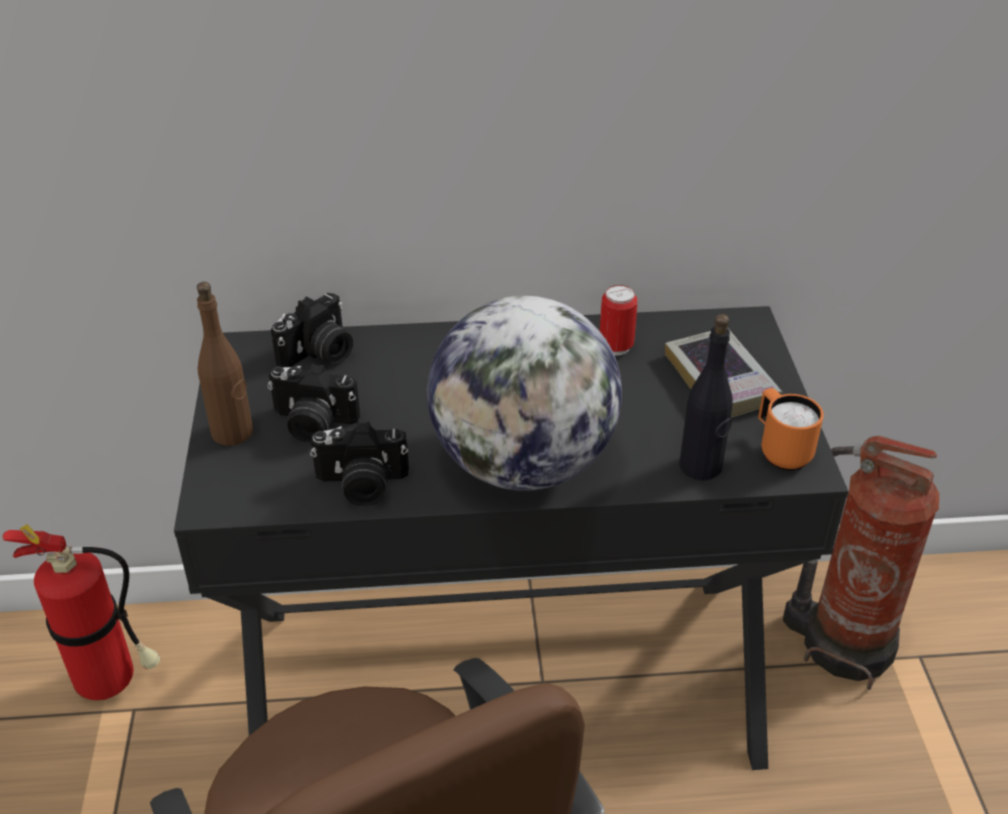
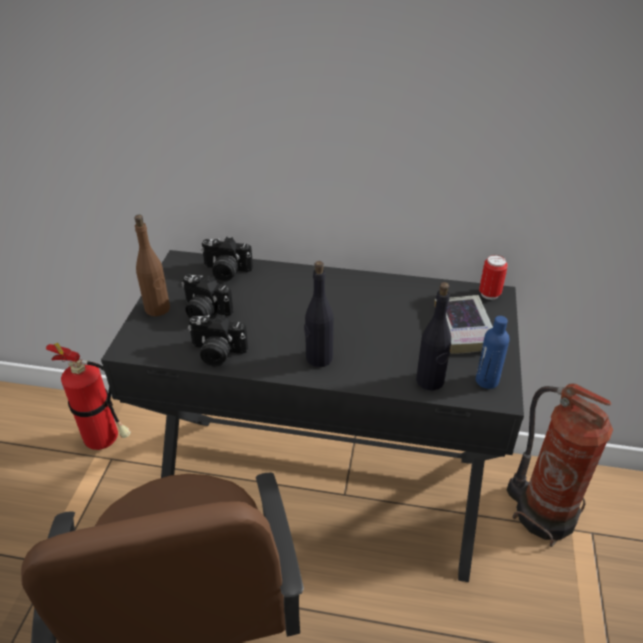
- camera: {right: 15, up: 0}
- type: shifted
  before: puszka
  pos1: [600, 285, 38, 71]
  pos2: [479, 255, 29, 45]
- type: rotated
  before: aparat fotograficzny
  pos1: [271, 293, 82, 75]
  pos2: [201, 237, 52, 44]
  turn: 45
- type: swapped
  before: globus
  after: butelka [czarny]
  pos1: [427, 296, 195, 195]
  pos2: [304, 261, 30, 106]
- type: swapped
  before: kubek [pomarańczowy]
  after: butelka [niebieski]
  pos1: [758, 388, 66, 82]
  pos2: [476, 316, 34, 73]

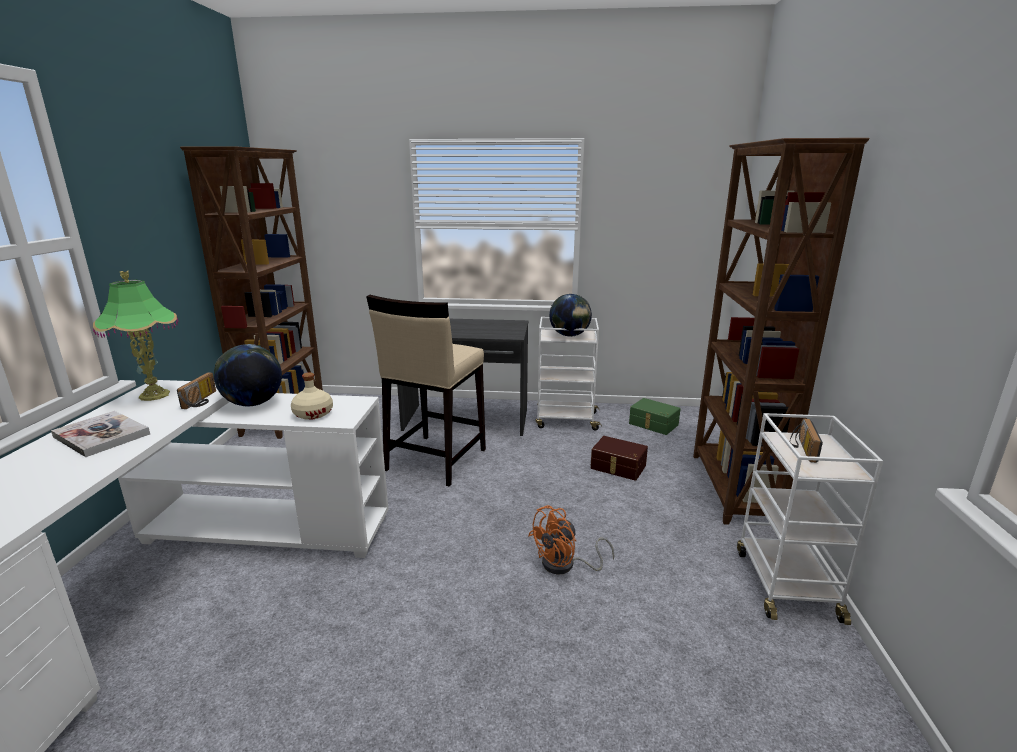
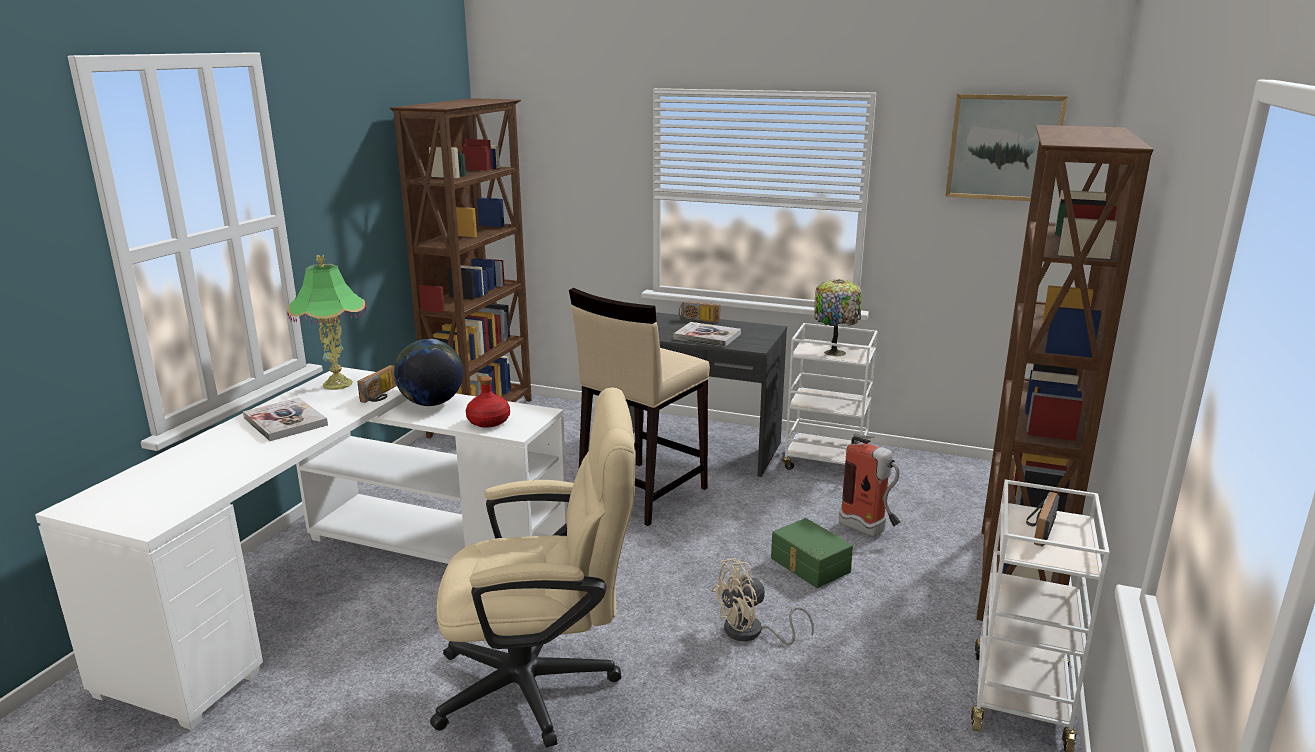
- camera: {right: 15, up: 0}
- type: swapped
  before: globus
  after: lampa stołowa
  pos1: [549, 294, 43, 43]
  pos2: [814, 279, 48, 77]
- type: repainted
  before: butelka [beżowy]
  after: butelka [czerwony]
  pos1: [291, 372, 42, 48]
  pos2: [466, 376, 44, 52]
- type: shifted
  before: pojemnik do przechowywania [zielony]
  pos1: [629, 398, 52, 37]
  pos2: [771, 518, 82, 70]
- type: swapped
  before: pojemnik do przechowywania [brązowy]
  after: gaśnica
  pos1: [590, 436, 58, 45]
  pos2: [839, 433, 62, 104]
- type: repainted
  before: wentylator [pomarańczowy]
  after: wentylator [beżowy]
  pos1: [528, 505, 86, 70]
  pos2: [711, 558, 103, 87]
- type: new
  after: obraz
  pos2: [945, 94, 123, 107]
- type: new
  after: radio
  pos2: [679, 301, 41, 22]
- type: new
  after: książka
  pos2: [673, 322, 68, 25]
- type: new
  after: krzesło biurowe [beżowy]
  pos2: [430, 387, 205, 361]

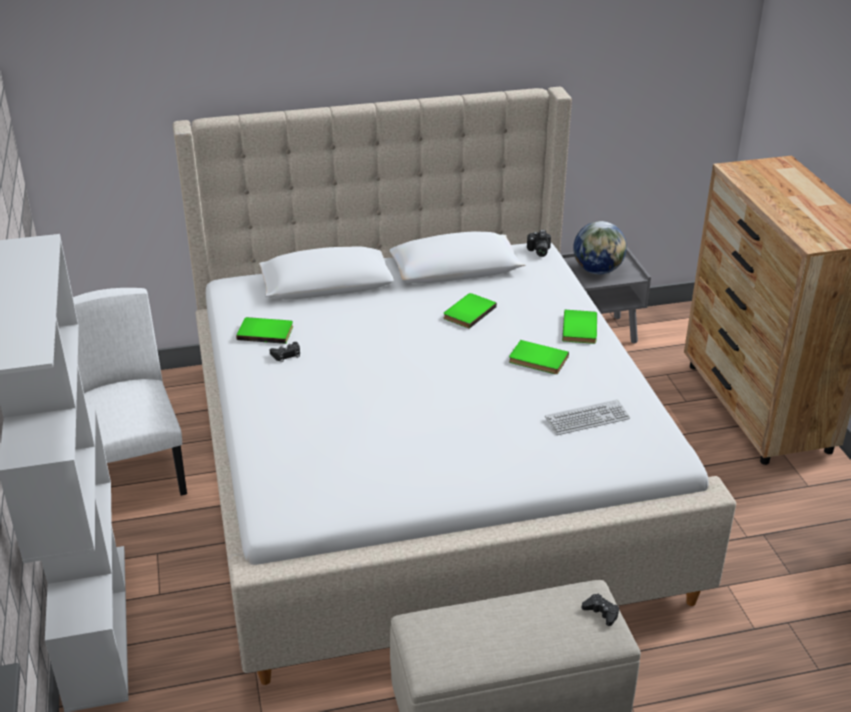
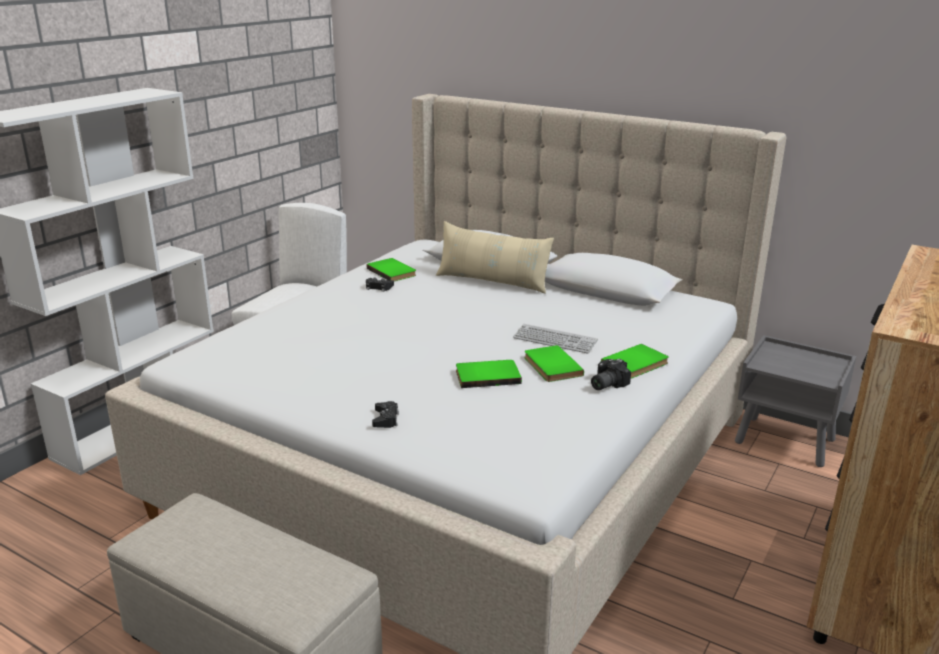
- camera: {right: 45, up: -10}
- type: gone
  before: globus
  pos1: [573, 221, 54, 53]
- type: shifted
  before: aparat fotograficzny
  pos1: [527, 230, 24, 27]
  pos2: [591, 359, 40, 31]
- type: shifted
  before: książka [zielony]
  pos1: [443, 293, 54, 36]
  pos2: [456, 360, 66, 28]
- type: shifted
  before: klawiatura
  pos1: [545, 399, 85, 36]
  pos2: [513, 324, 85, 30]
- type: shifted
  before: pad do gier [czarny]
  pos1: [582, 594, 37, 32]
  pos2: [372, 401, 27, 27]
- type: new
  after: poduszka [beżowy]
  pos2: [436, 221, 118, 73]

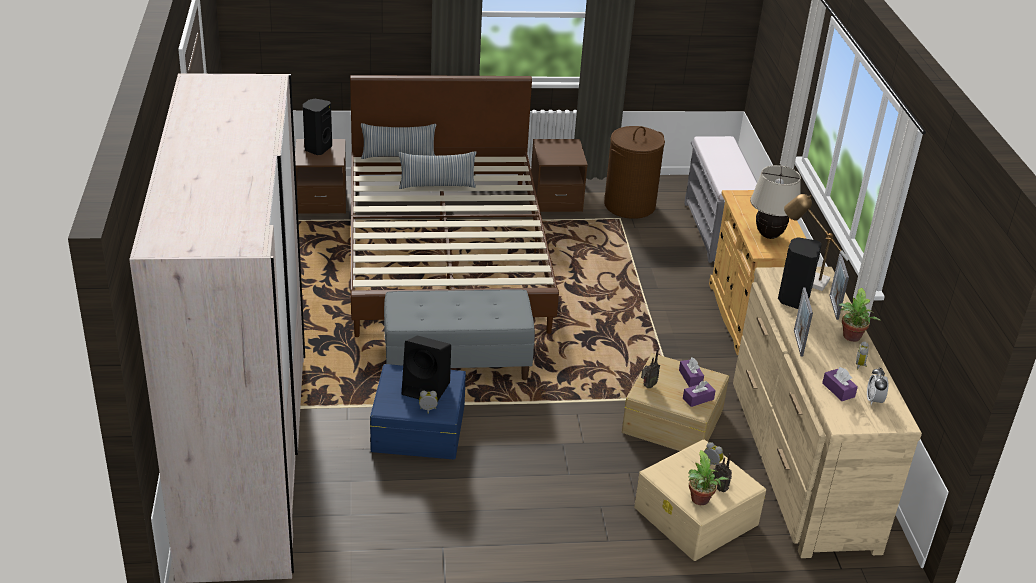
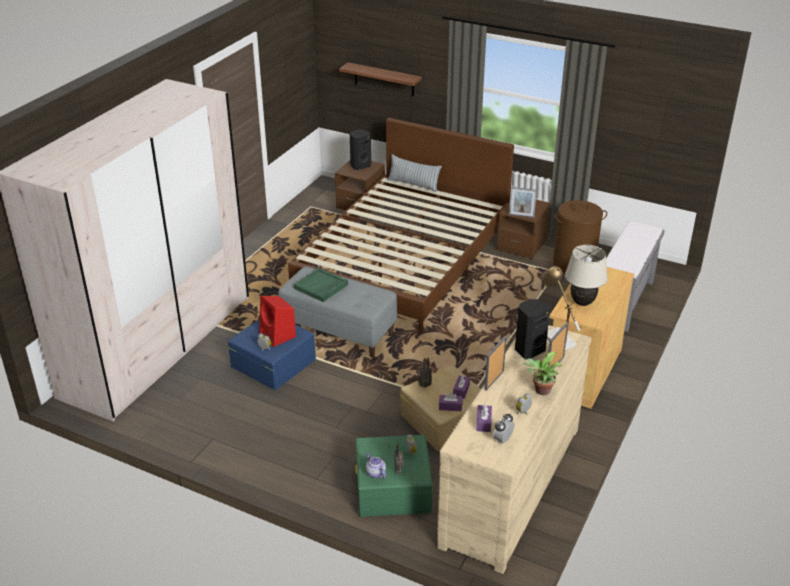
- camera: {right: 35, up: 0}
- type: gone
  before: poduszka
  pos1: [398, 151, 78, 38]
- type: repainted
  before: głośnik [czarny]
  after: głośnik [czerwony]
  pos1: [402, 335, 49, 66]
  pos2: [259, 296, 37, 51]
- type: repainted
  before: pojemnik do przechowywania [beżowy]
  after: pojemnik do przechowywania [zielony]
  pos1: [634, 440, 132, 121]
  pos2: [355, 435, 78, 82]
- type: swapped
  before: roślina doniczkowa
  after: imbryk
  pos1: [688, 450, 41, 55]
  pos2: [366, 453, 20, 26]
- type: new
  after: półka
  pos2: [339, 62, 83, 34]
- type: new
  after: ramka na zdjęcie
  pos2: [509, 187, 28, 31]
- type: new
  after: taca [zielony]
  pos2: [294, 268, 54, 34]

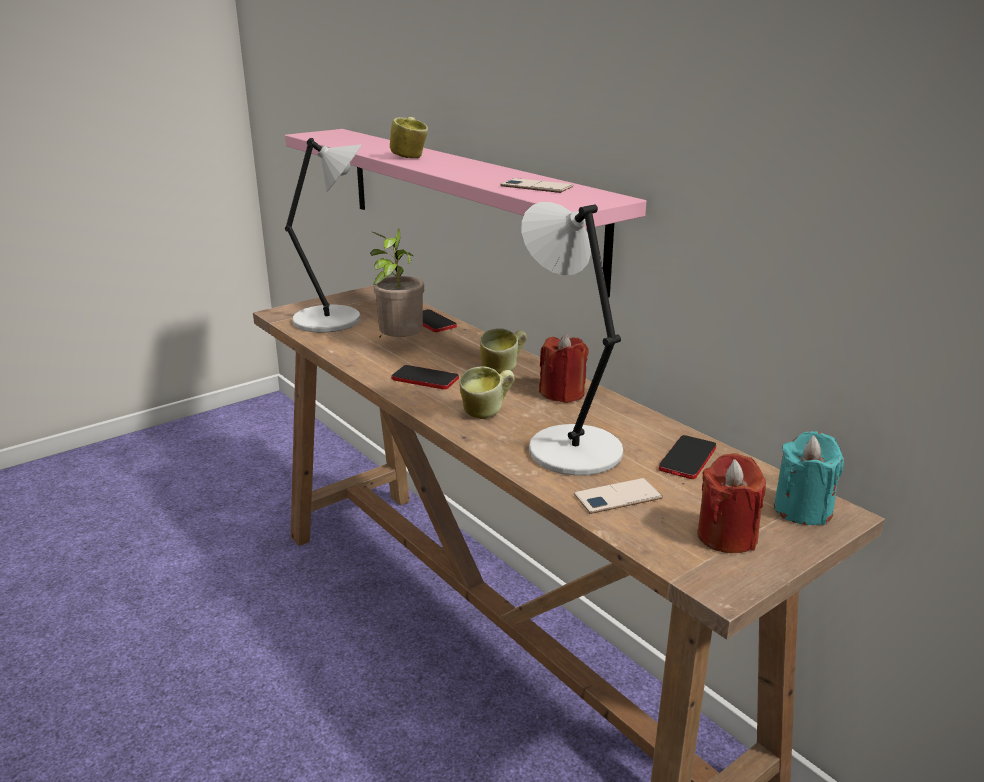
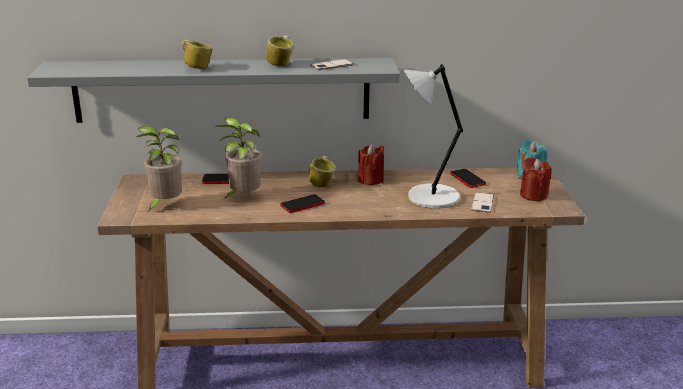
- camera: {right: -55, up: 0}
- type: repainted
  before: półka [różowy]
  after: półka [szary]
  pos1: [285, 129, 361, 169]
  pos2: [27, 58, 373, 65]
- type: swapped
  before: lampa stołowa [szary]
  after: roślina doniczkowa
  pos1: [285, 138, 76, 195]
  pos2: [136, 126, 46, 85]
- type: shifted
  before: kubek
  pos1: [459, 367, 56, 52]
  pos2: [266, 35, 27, 31]

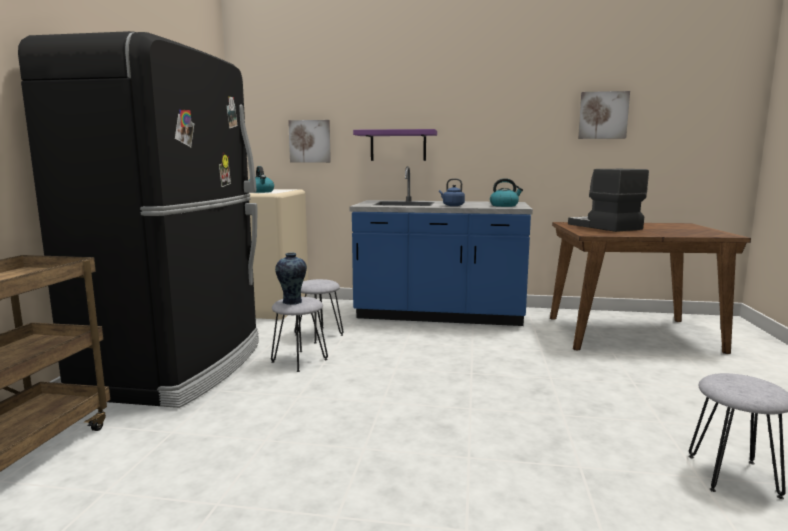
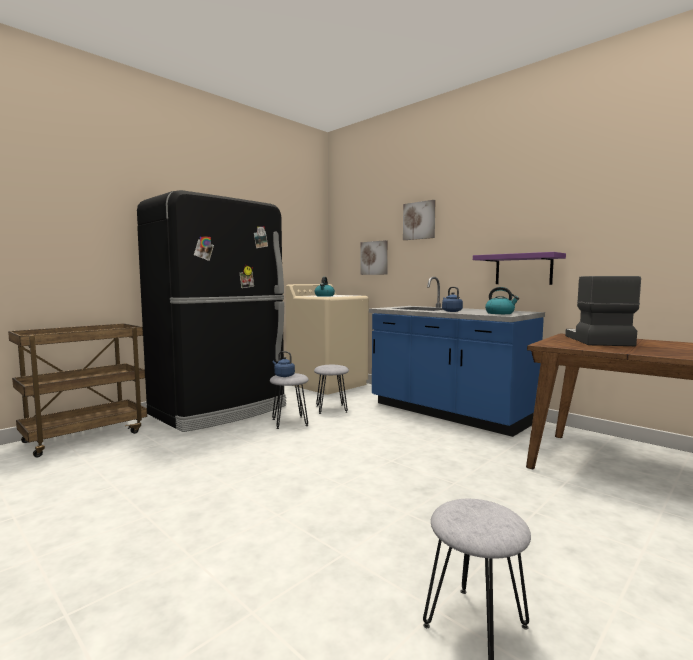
- camera: {right: 35, up: -5}
- type: shifted
  before: obraz
  pos1: [578, 91, 52, 48]
  pos2: [403, 200, 33, 40]
- type: shifted
  before: półka [fioletowy]
  pos1: [353, 129, 84, 32]
  pos2: [473, 252, 93, 33]
- type: swapped
  before: wazon
  after: czajnik [niebieski]
  pos1: [275, 253, 32, 52]
  pos2: [273, 351, 22, 26]

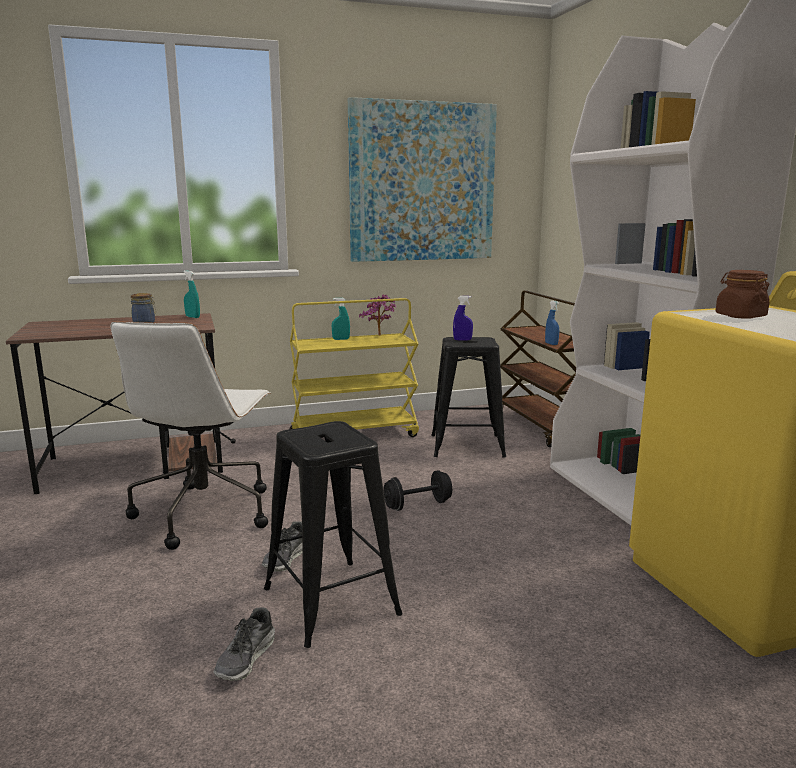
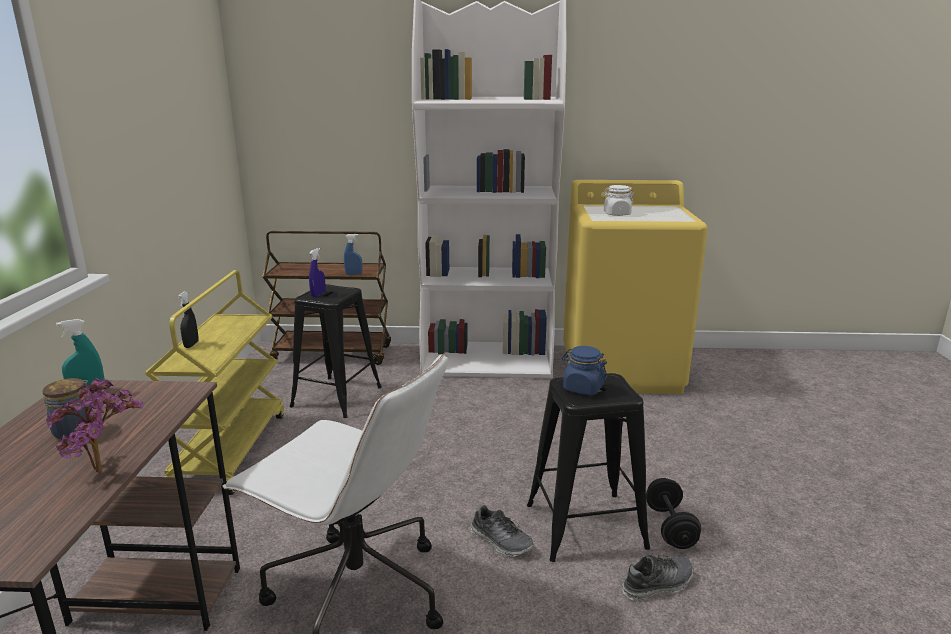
- camera: {right: -70, up: 5}
- type: gone
  before: obraz
  pos1: [348, 97, 149, 165]
- type: repainted
  before: słoik [brązowy]
  after: słoik [biały]
  pos1: [716, 270, 54, 49]
  pos2: [602, 185, 32, 31]
- type: shifted
  before: roślina doniczkowa
  pos1: [359, 294, 37, 42]
  pos2: [46, 378, 98, 94]
- type: repainted
  before: spryskiwacz [turkusowy]
  after: spryskiwacz [czarny]
  pos1: [332, 298, 18, 42]
  pos2: [178, 291, 21, 57]
- type: shifted
  before: hantel [czarny]
  pos1: [383, 470, 69, 41]
  pos2: [646, 478, 55, 71]
- type: rotated
  before: but
  pos1: [214, 608, 61, 73]
  pos2: [623, 555, 70, 46]
  turn: -60
- type: new
  after: słoik [niebieski]
  pos2: [562, 346, 45, 49]

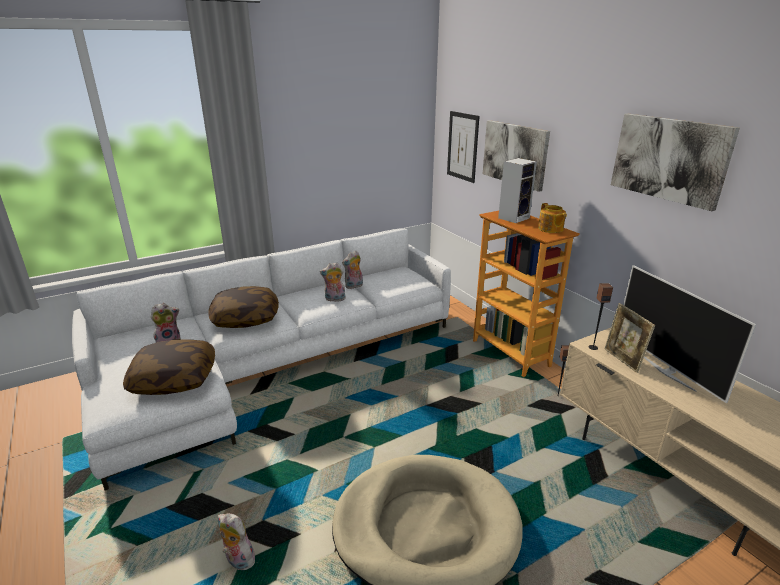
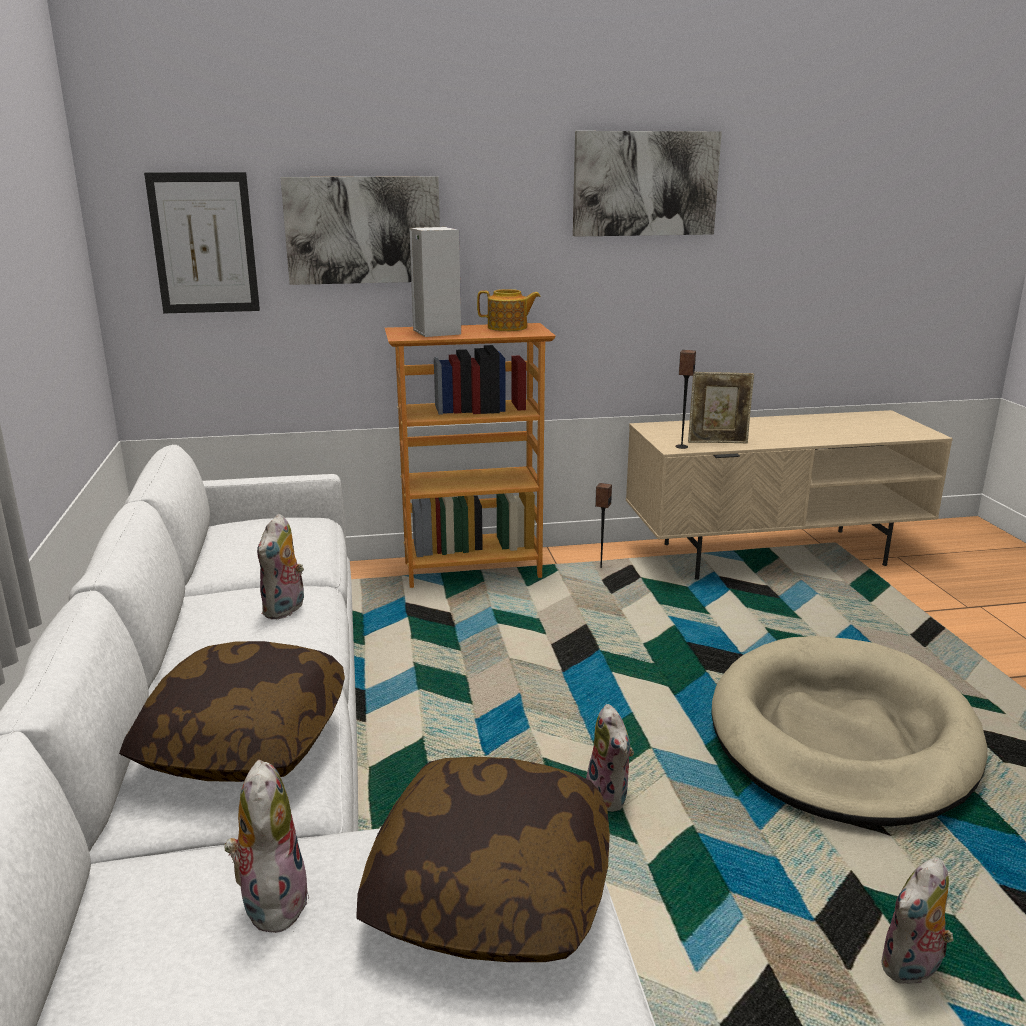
- camera: {right: -70, up: -5}
- type: shifted
  before: pluszak
  pos1: [342, 250, 21, 39]
  pos2: [586, 704, 48, 108]
- type: gone
  before: telewizor
  pos1: [623, 265, 133, 138]

